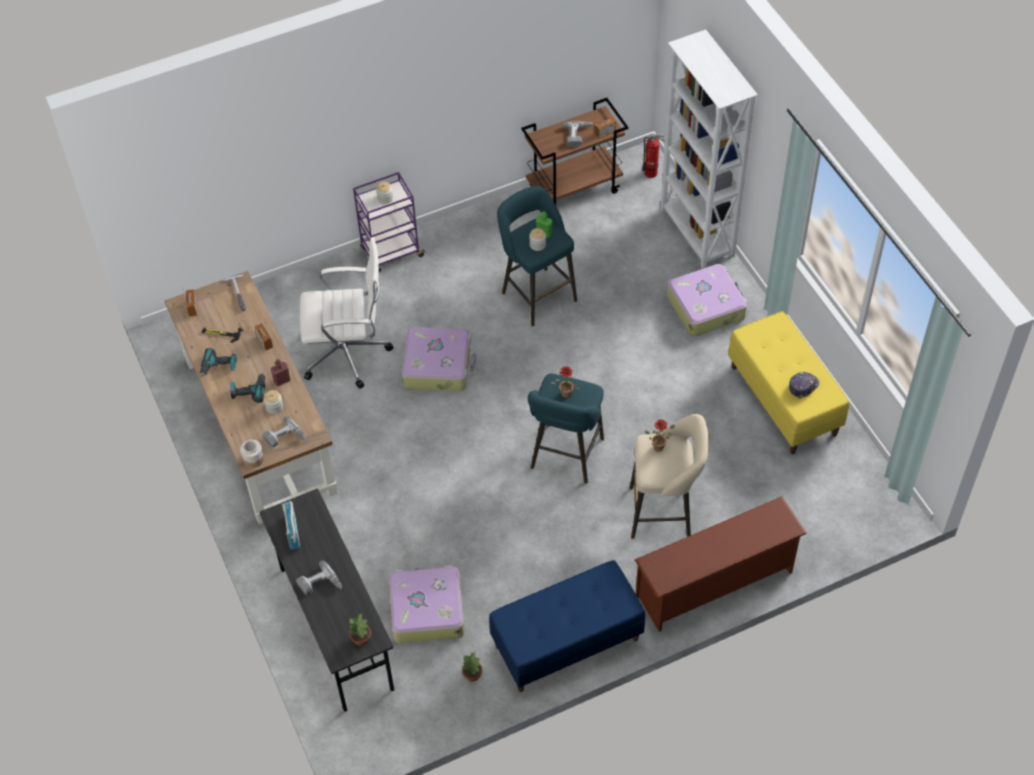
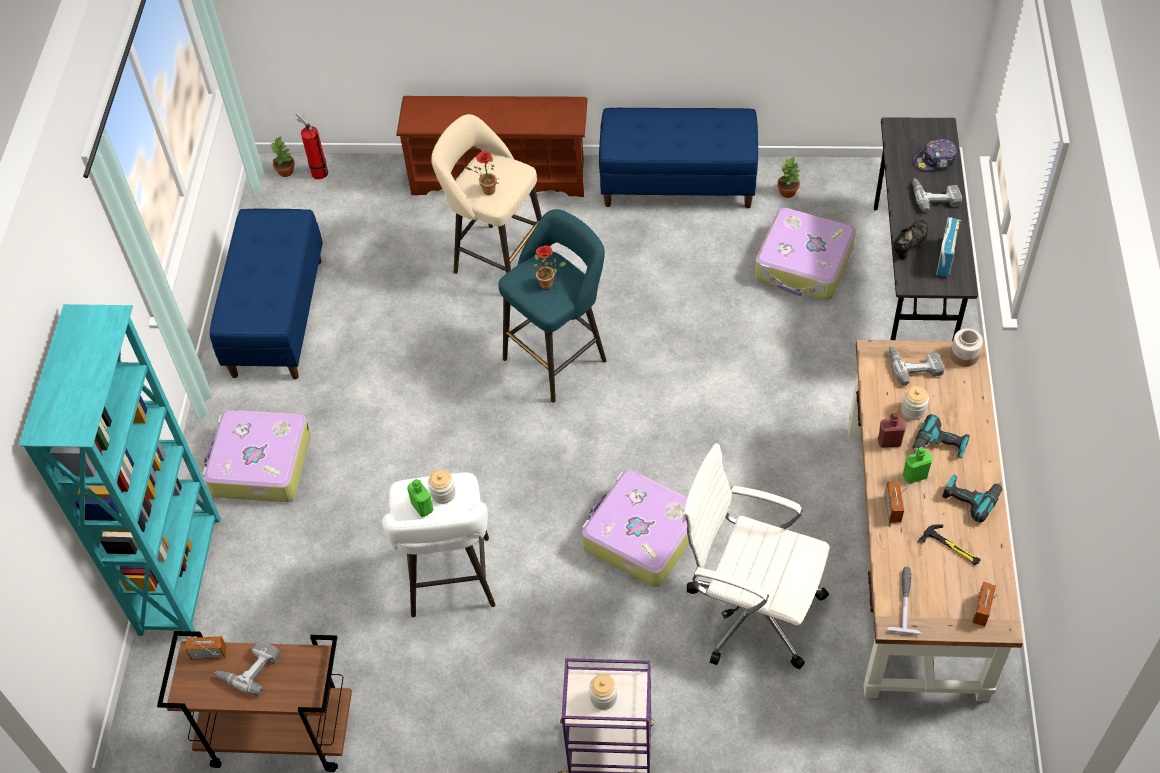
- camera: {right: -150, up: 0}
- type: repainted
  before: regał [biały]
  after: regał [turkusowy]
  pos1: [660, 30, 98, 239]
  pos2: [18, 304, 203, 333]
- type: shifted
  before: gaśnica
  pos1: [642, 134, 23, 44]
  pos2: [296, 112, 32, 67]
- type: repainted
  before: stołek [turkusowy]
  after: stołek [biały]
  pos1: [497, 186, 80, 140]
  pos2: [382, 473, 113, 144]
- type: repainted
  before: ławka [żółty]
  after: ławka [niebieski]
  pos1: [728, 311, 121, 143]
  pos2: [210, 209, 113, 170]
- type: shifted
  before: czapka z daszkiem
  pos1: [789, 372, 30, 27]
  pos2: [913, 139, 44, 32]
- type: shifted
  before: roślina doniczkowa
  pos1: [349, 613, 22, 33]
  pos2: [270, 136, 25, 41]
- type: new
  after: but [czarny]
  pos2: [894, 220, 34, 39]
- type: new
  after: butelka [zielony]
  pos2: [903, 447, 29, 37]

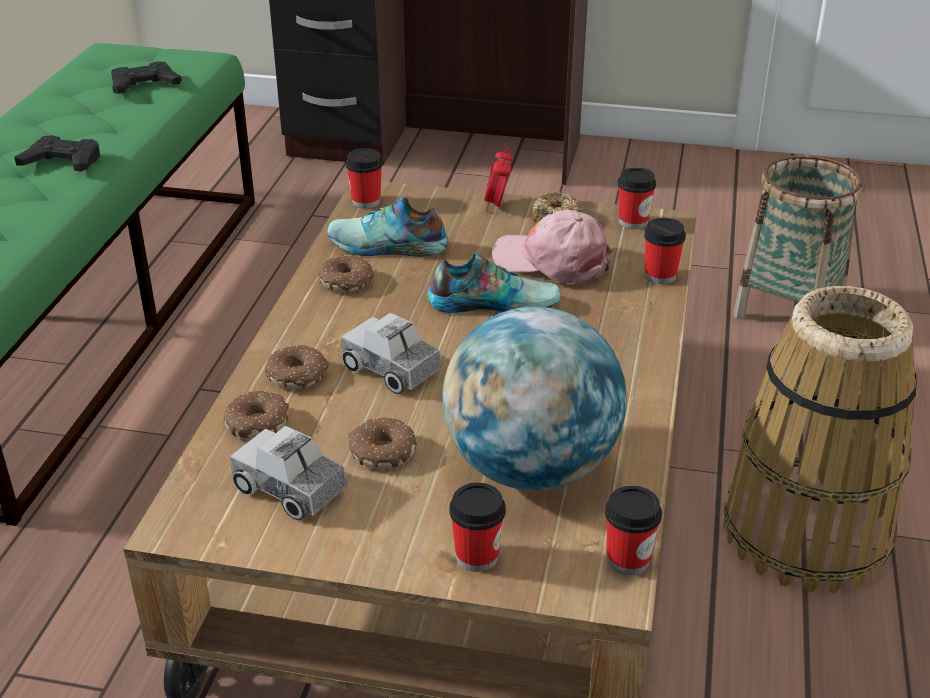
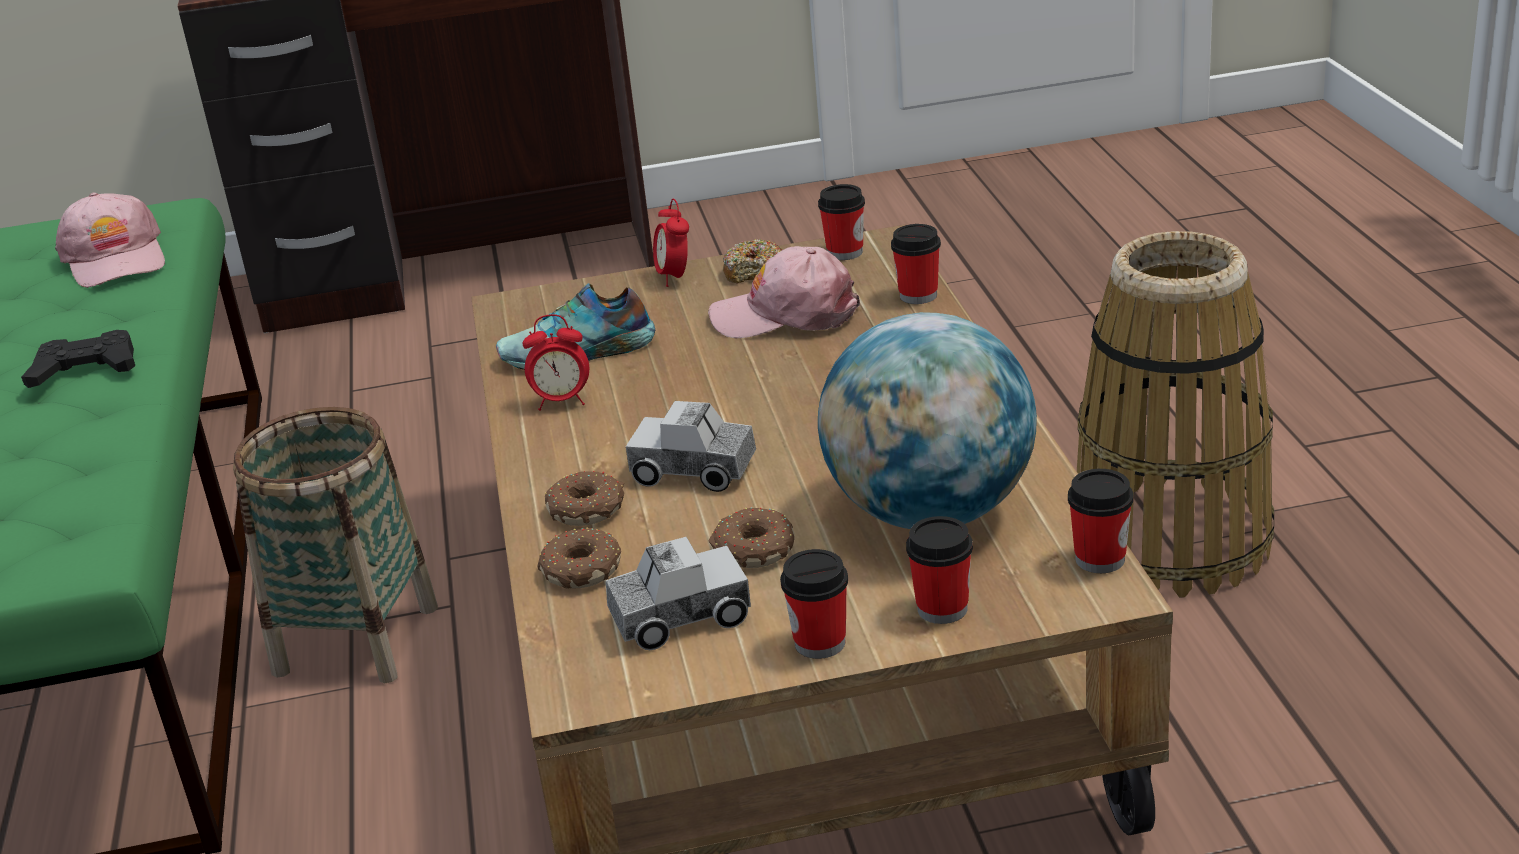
- camera: {right: -20, up: -5}
- type: swapped
  before: pad do gier [czarny]
  after: czapka z daszkiem [różowy]
  pos1: [111, 62, 71, 32]
  pos2: [55, 193, 110, 95]
- type: shifted
  before: filiżanka
  pos1: [346, 148, 37, 61]
  pos2: [780, 549, 68, 110]
- type: shifted
  before: koszyk
  pos1: [733, 155, 130, 164]
  pos2: [233, 407, 205, 276]
- type: gone
  before: but
  pos1: [427, 253, 133, 60]
- type: swapped
  before: donut
  after: budzik
  pos1: [318, 255, 56, 37]
  pos2: [523, 314, 66, 97]
- type: rotated
  before: ciężarówka zabawkowa
  pos1: [230, 426, 117, 94]
  pos2: [606, 537, 145, 113]
  turn: 150

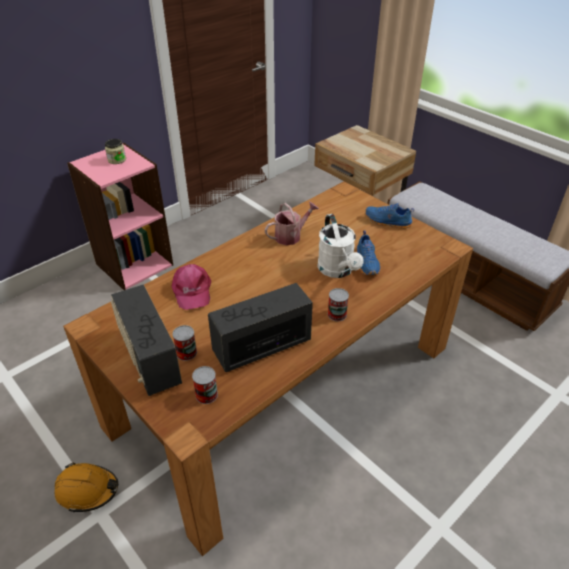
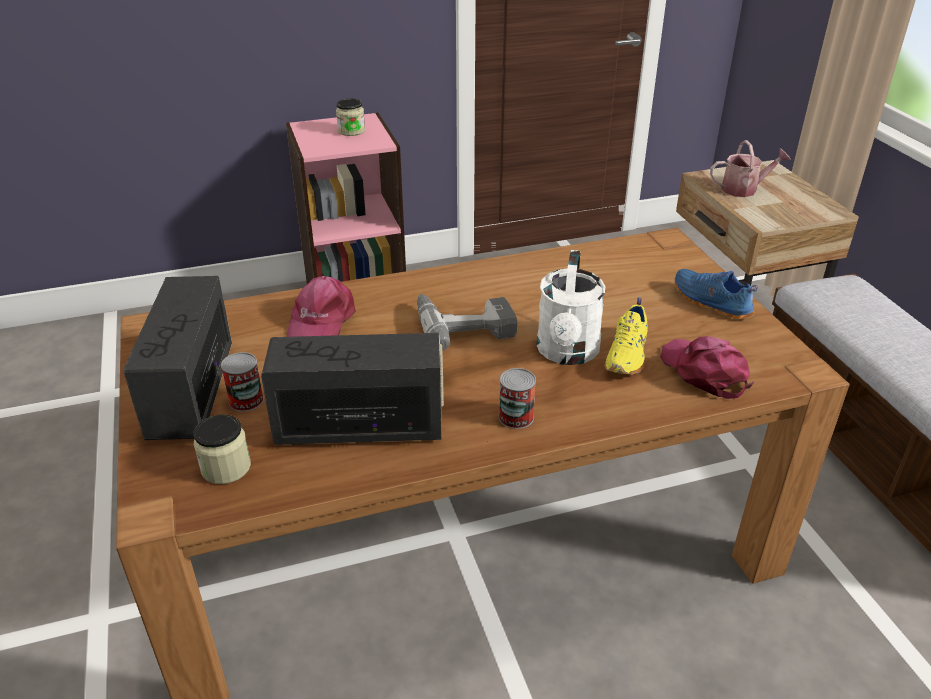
- camera: {right: 25, up: -5}
- type: shifted
  before: konewka
  pos1: [265, 202, 54, 43]
  pos2: [710, 140, 81, 57]
- type: repainted
  before: but [niebieski]
  after: but [żółty]
  pos1: [356, 231, 24, 44]
  pos2: [605, 297, 43, 78]
- type: swapped
  before: puszka
  after: słoik
  pos1: [192, 366, 26, 38]
  pos2: [194, 415, 57, 69]
- type: gone
  before: kask [pomarańczowy]
  pos1: [55, 462, 63, 50]
- type: new
  after: wiertarka
  pos2: [417, 294, 100, 57]
- type: new
  after: czapka z daszkiem [różowy]
  pos2: [660, 336, 94, 63]

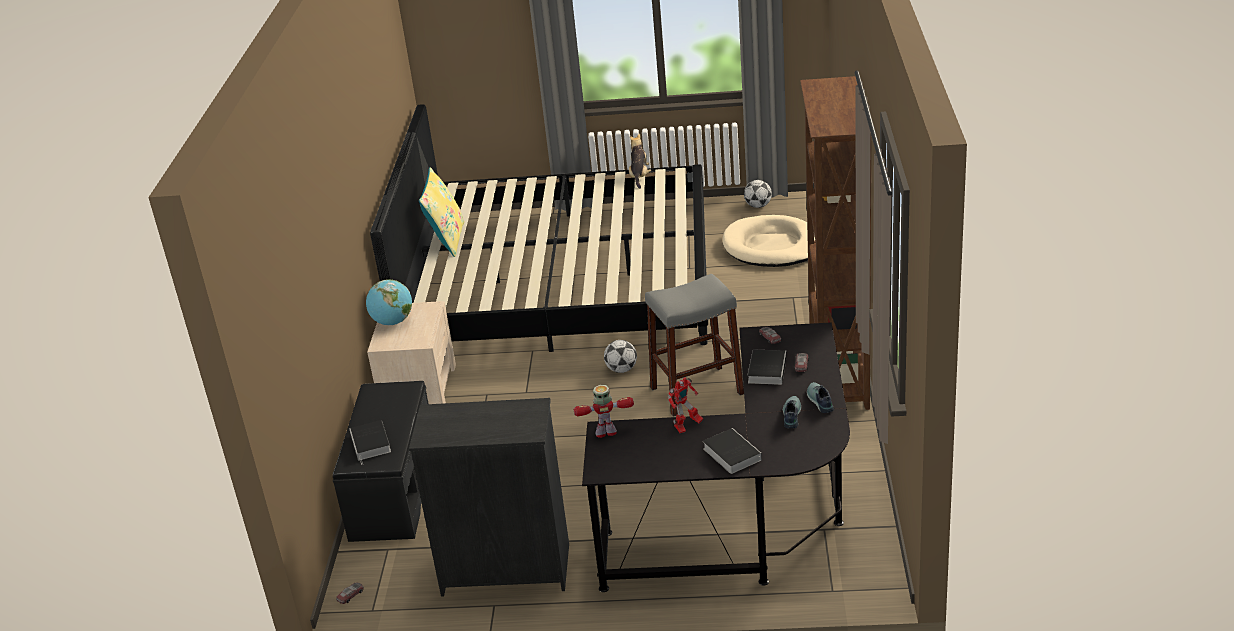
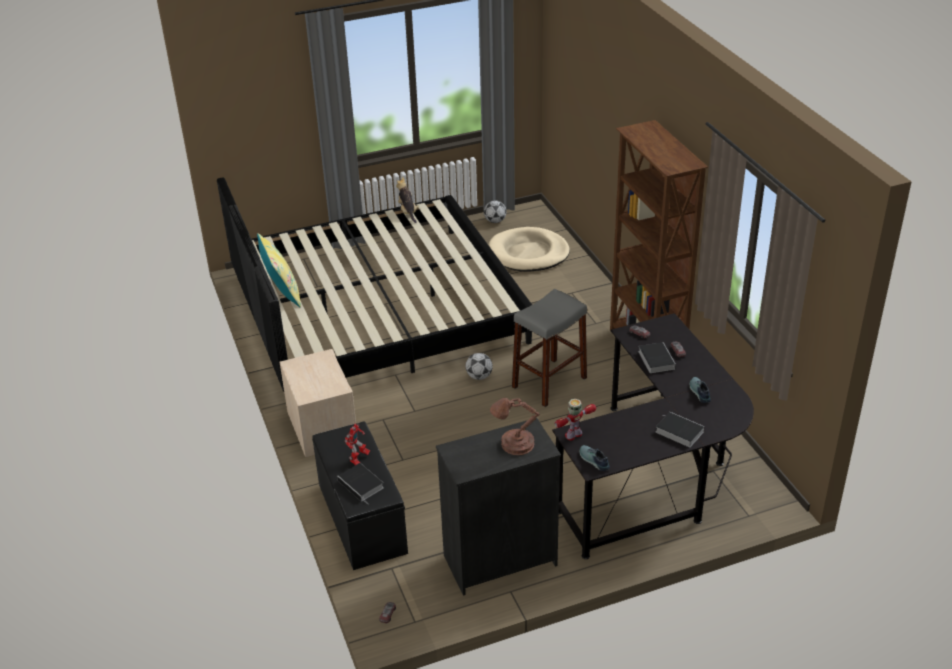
- camera: {right: -25, up: 5}
- type: gone
  before: globus
  pos1: [366, 279, 46, 46]
- type: shifted
  before: robot zabawkowy
  pos1: [668, 377, 35, 56]
  pos2: [345, 423, 25, 42]
- type: shifted
  before: but
  pos1: [807, 382, 27, 31]
  pos2: [580, 445, 30, 26]
- type: new
  after: lampa stołowa [brązowy]
  pos2: [490, 398, 50, 57]

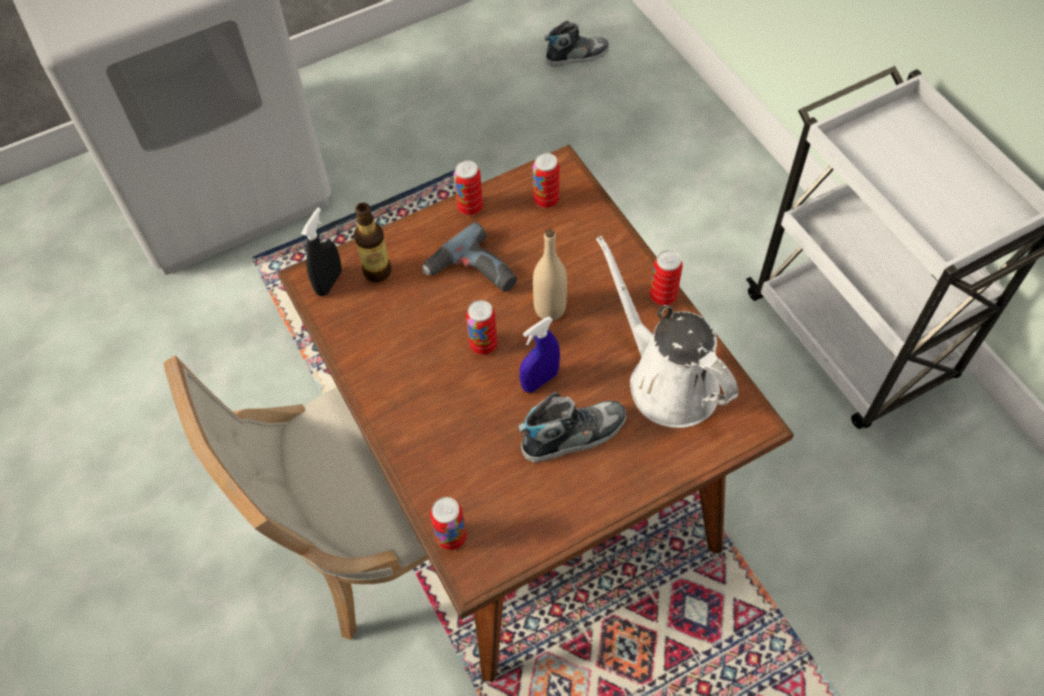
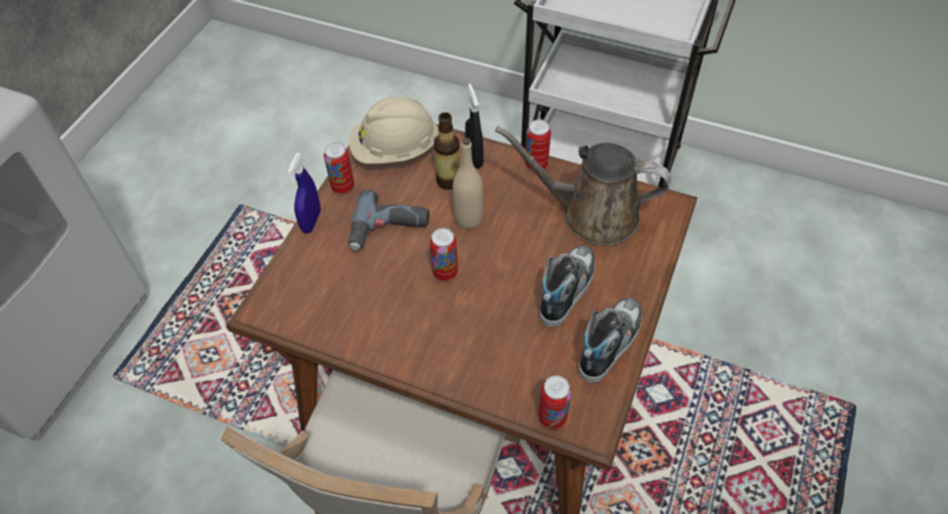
- camera: {right: -40, up: -5}
- type: shifted
  before: but
  pos1: [545, 21, 64, 46]
  pos2: [579, 298, 63, 85]
- type: swapped
  before: puszka
  after: kask [beżowy]
  pos1: [533, 153, 26, 55]
  pos2: [349, 97, 90, 67]
- type: shifted
  before: butelka
  pos1: [354, 203, 37, 79]
  pos2: [434, 112, 26, 78]
- type: shifted
  before: spryskiwacz [czarny]
  pos1: [301, 208, 41, 88]
  pos2: [465, 84, 18, 84]
- type: repainted
  before: konewka [biały]
  after: konewka [brązowy]
  pos1: [596, 235, 142, 193]
  pos2: [495, 126, 176, 120]
- type: shifted
  before: spryskiwacz [niebieski]
  pos1: [520, 316, 40, 77]
  pos2: [287, 153, 34, 80]

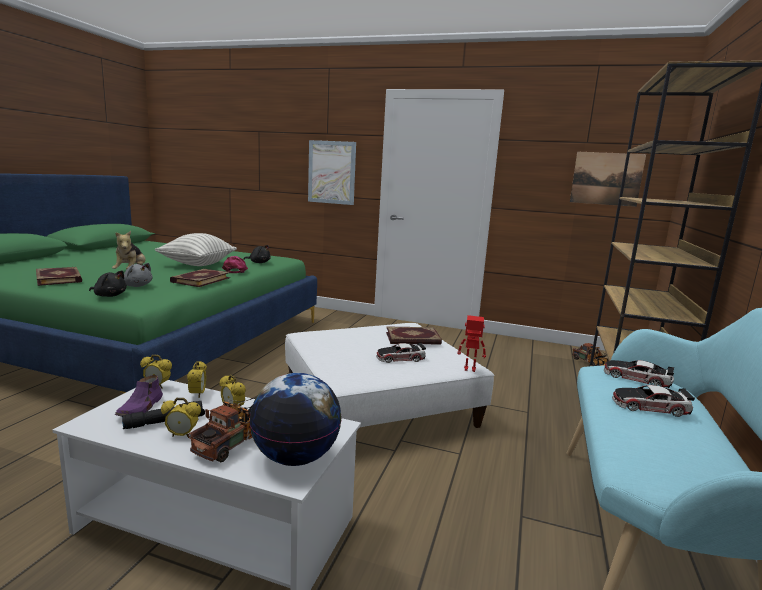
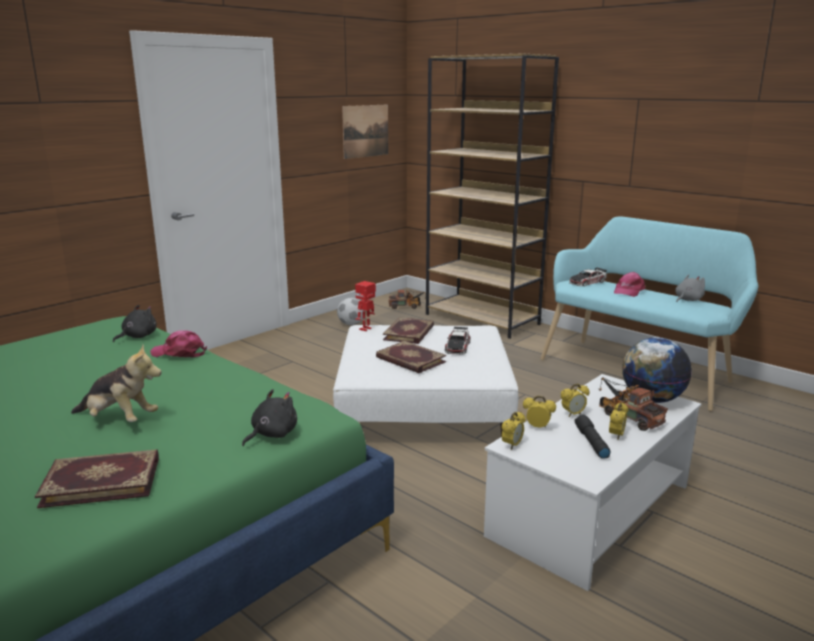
- camera: {right: -65, up: 5}
- type: gone
  before: obraz
  pos1: [308, 140, 48, 65]
- type: gone
  before: poduszka
  pos1: [155, 233, 82, 33]
- type: shifted
  before: pluszak [szary]
  pos1: [124, 263, 29, 24]
  pos2: [675, 274, 30, 28]
- type: shifted
  before: książka
  pos1: [170, 269, 61, 18]
  pos2: [376, 341, 70, 32]
- type: shifted
  before: robot zabawkowy
  pos1: [457, 315, 29, 57]
  pos2: [355, 281, 21, 50]
- type: gone
  before: but [fioletowy]
  pos1: [115, 375, 48, 41]
- type: swapped
  before: samochodzik
  after: czapka z daszkiem [różowy]
  pos1: [612, 385, 83, 32]
  pos2: [614, 272, 31, 25]
- type: new
  after: piłka futbolowa
  pos2: [337, 298, 28, 27]

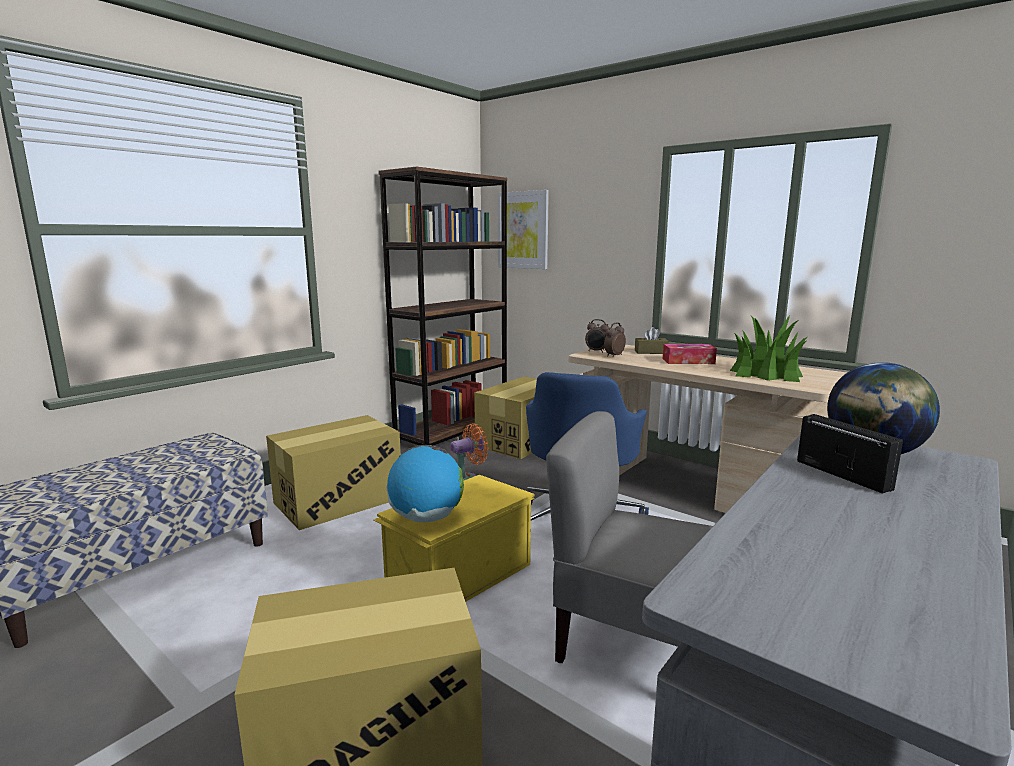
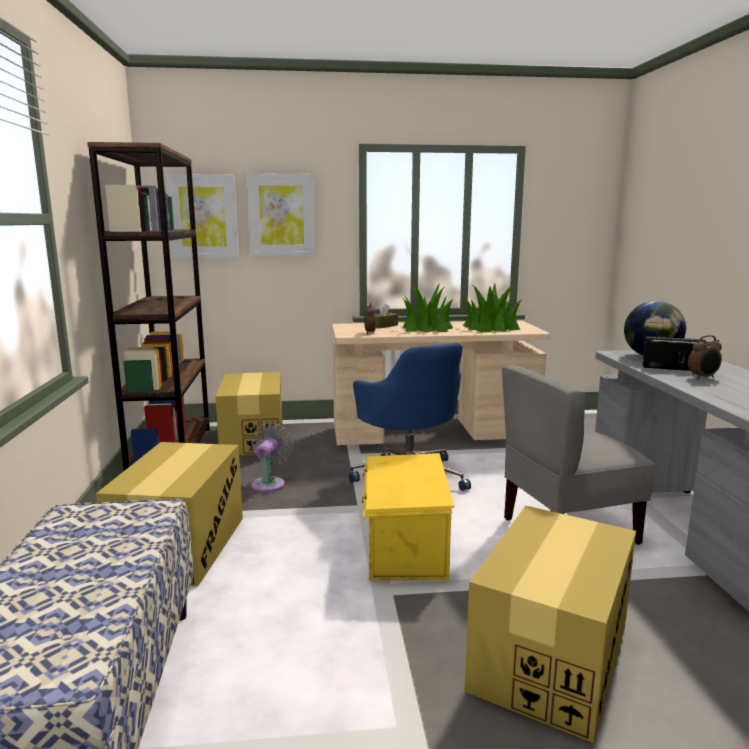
- camera: {right: -45, up: 0}
- type: shifted
  before: budzik
  pos1: [585, 319, 24, 34]
  pos2: [688, 335, 34, 44]
- type: swapped
  before: pudełko chusteczek
  after: roślina doniczkowa
  pos1: [663, 344, 54, 20]
  pos2: [402, 283, 51, 50]
- type: repainted
  before: wentylator [pomarańczowy]
  after: wentylator [szary]
  pos1: [450, 423, 38, 58]
  pos2: [251, 423, 42, 69]
- type: gone
  before: globus
  pos1: [386, 445, 78, 77]
- type: new
  after: obraz
  pos2: [247, 173, 68, 83]

